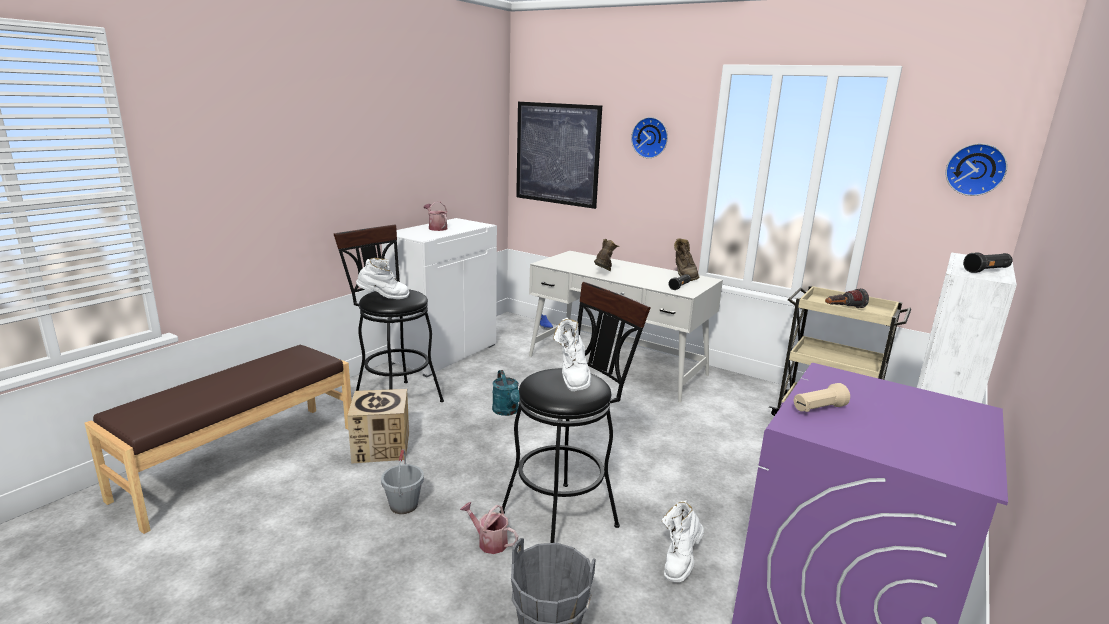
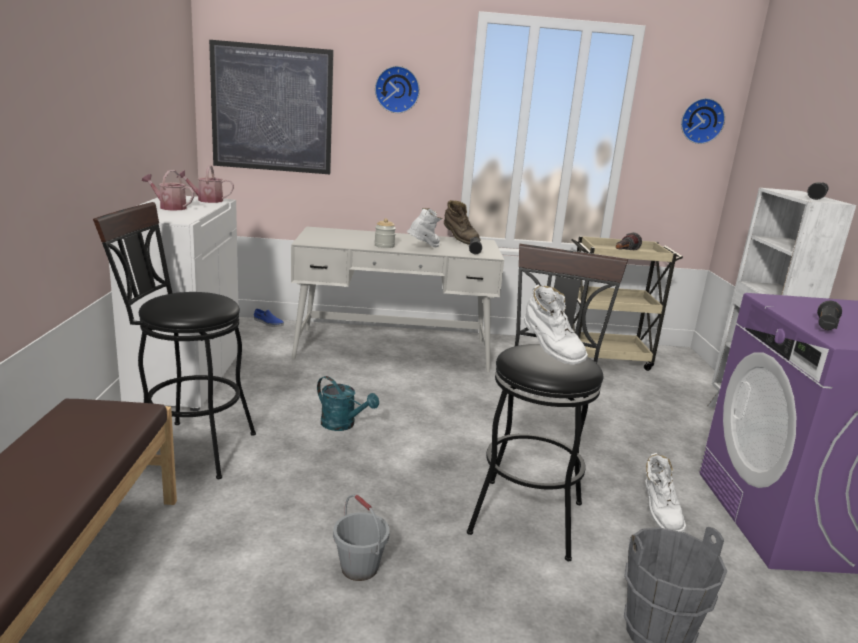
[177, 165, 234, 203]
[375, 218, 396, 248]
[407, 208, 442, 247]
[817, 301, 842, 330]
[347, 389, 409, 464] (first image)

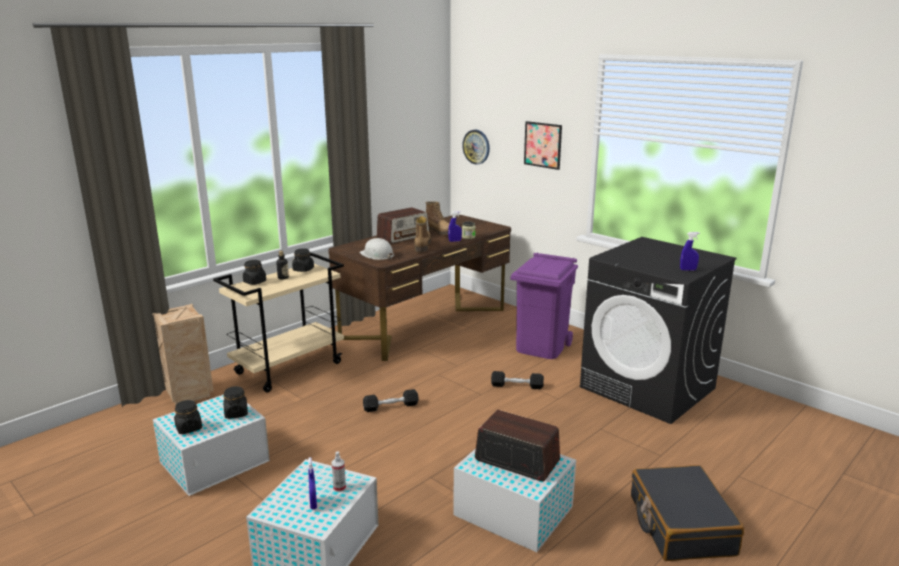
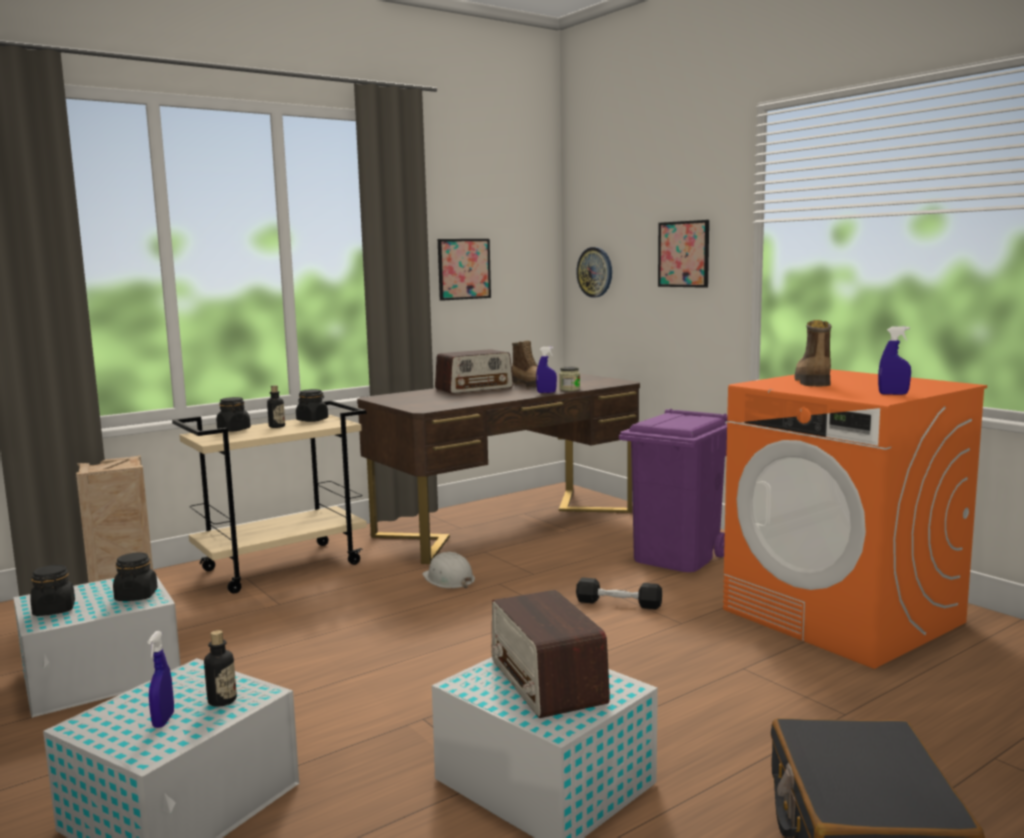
[204, 630, 237, 707]
[422, 552, 475, 588]
[438, 239, 491, 301]
[492, 590, 610, 718]
[723, 369, 987, 669]
[794, 320, 831, 386]
[363, 389, 419, 412] (first image)

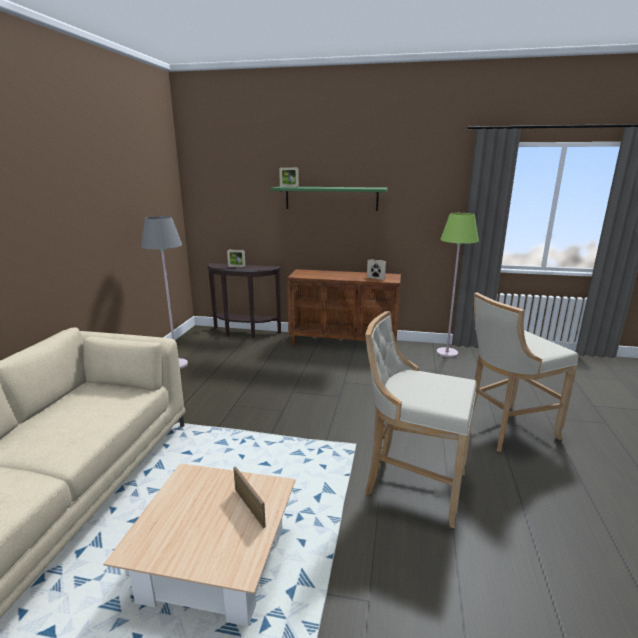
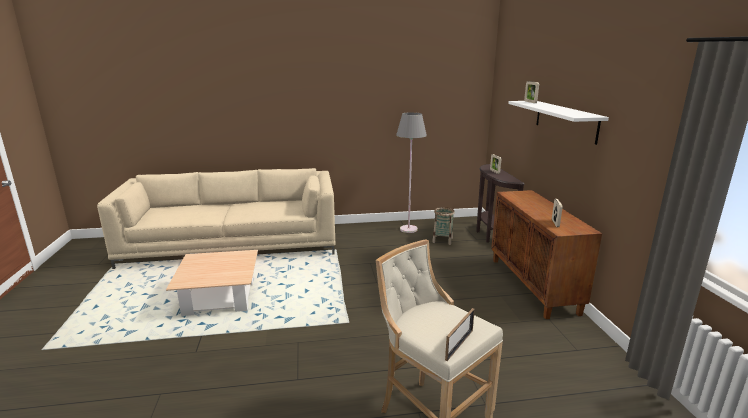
[432, 207, 455, 245]
[445, 308, 475, 361]
[508, 101, 609, 145]
[365, 311, 477, 529] (first image)
[436, 213, 479, 358] (first image)

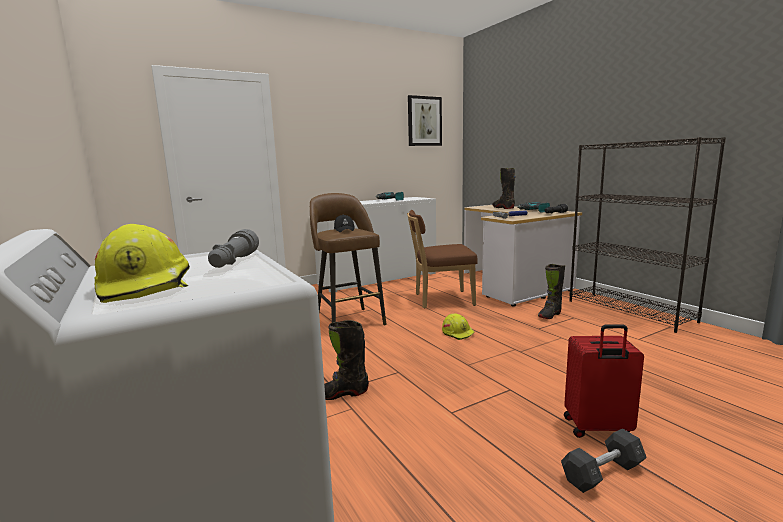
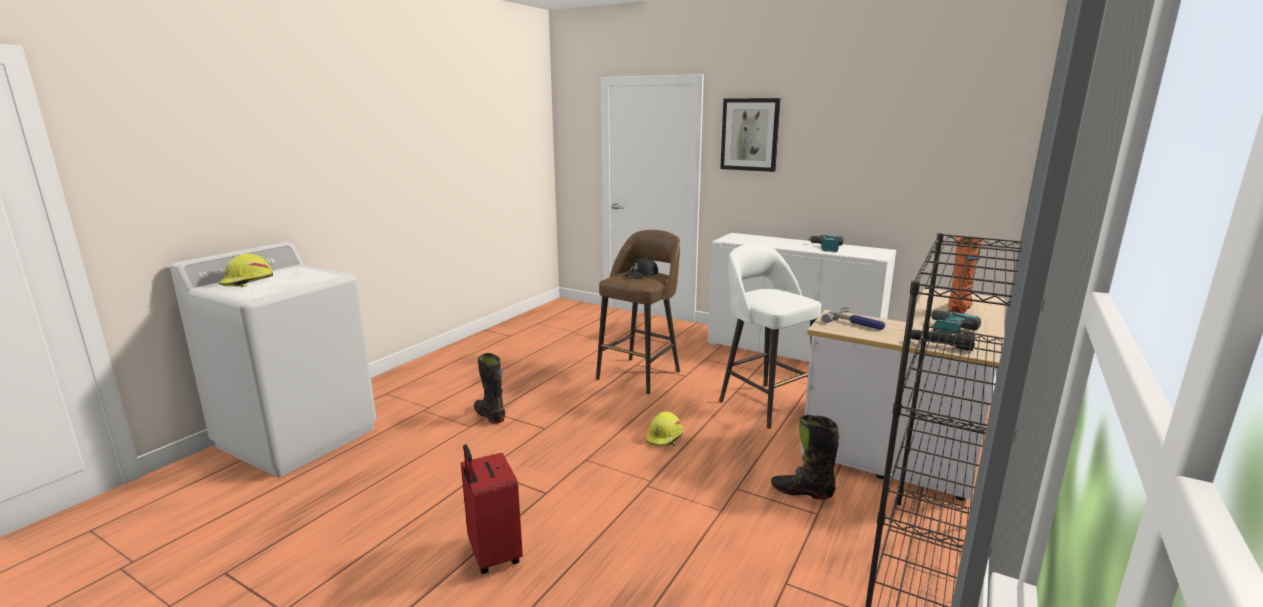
[719, 244, 821, 429]
[720, 98, 781, 172]
[948, 237, 982, 314]
[208, 229, 259, 268] (first image)
[561, 429, 647, 493] (first image)

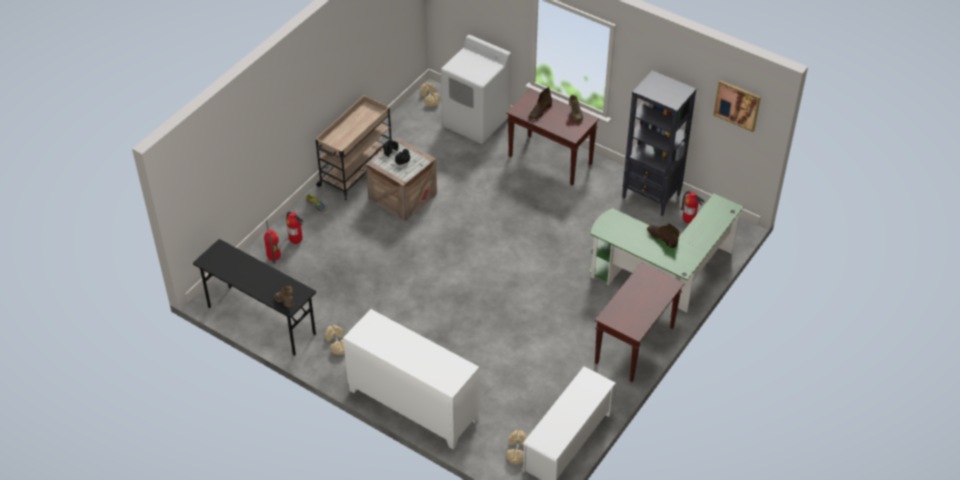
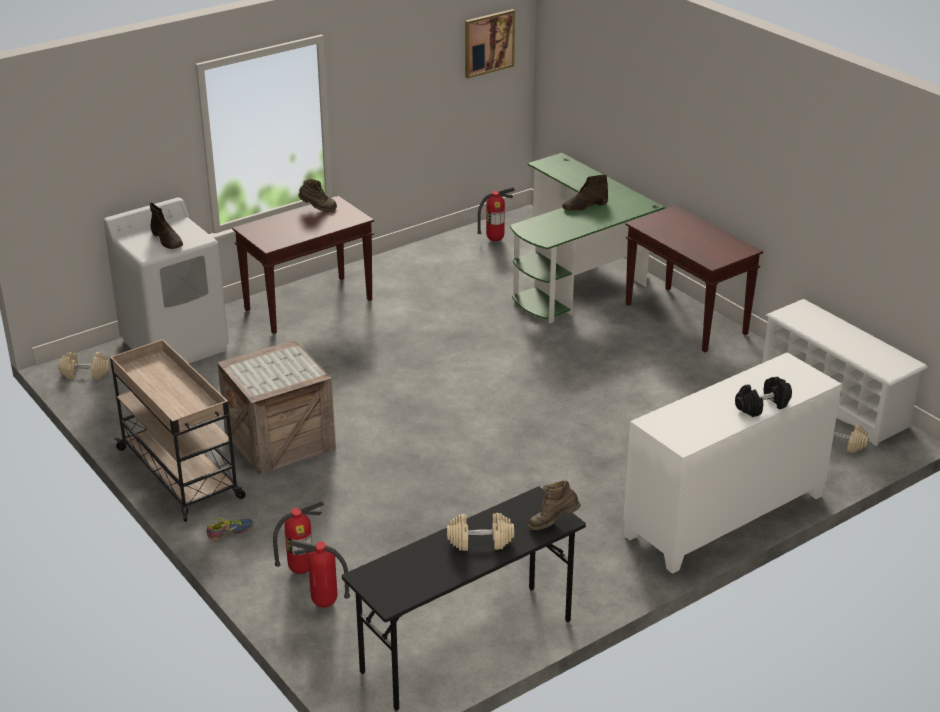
[149, 203, 183, 249]
[447, 513, 514, 551]
[735, 377, 792, 417]
[622, 70, 696, 216] (first image)

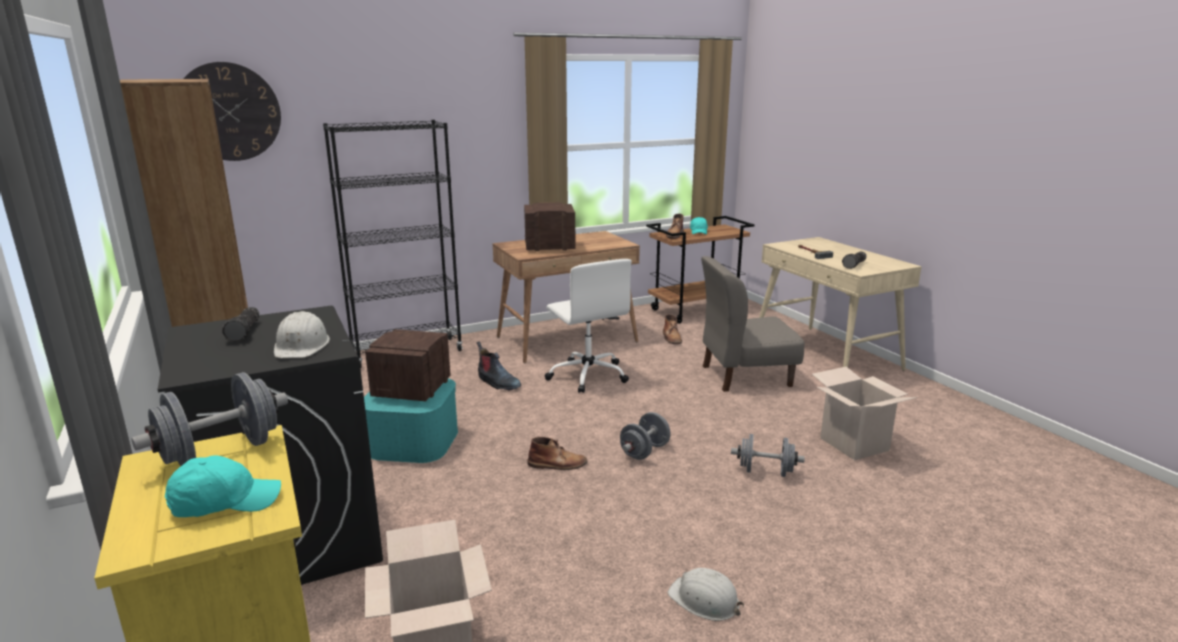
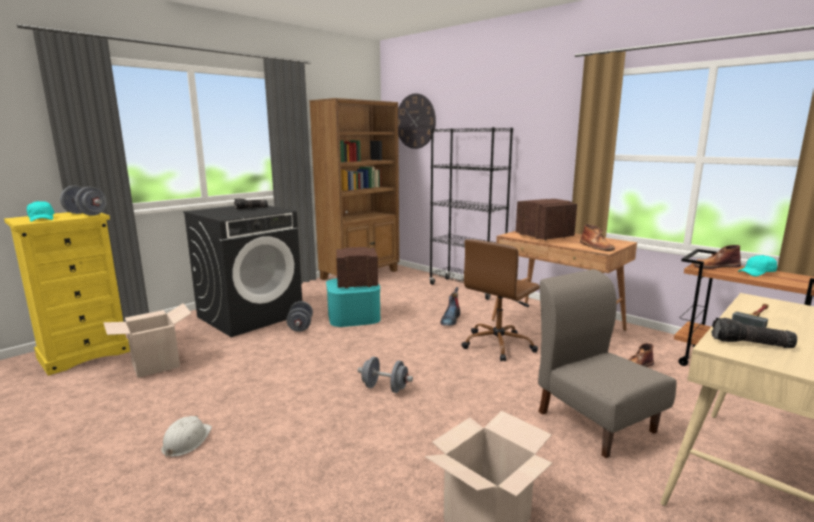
[286, 301, 313, 332]
[461, 239, 540, 362]
[580, 224, 615, 251]
[274, 311, 330, 358] (first image)

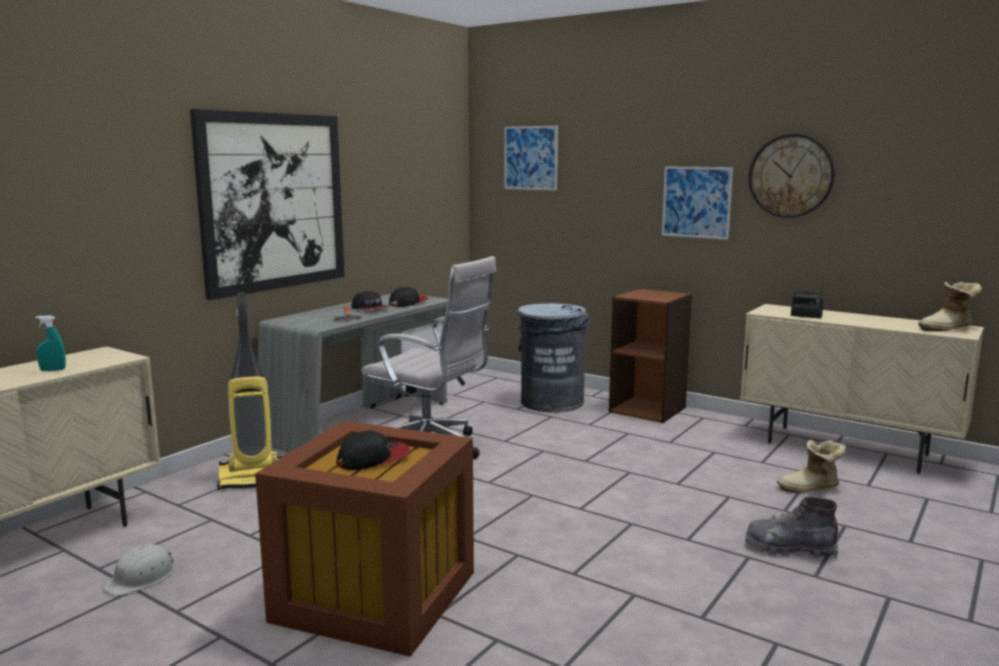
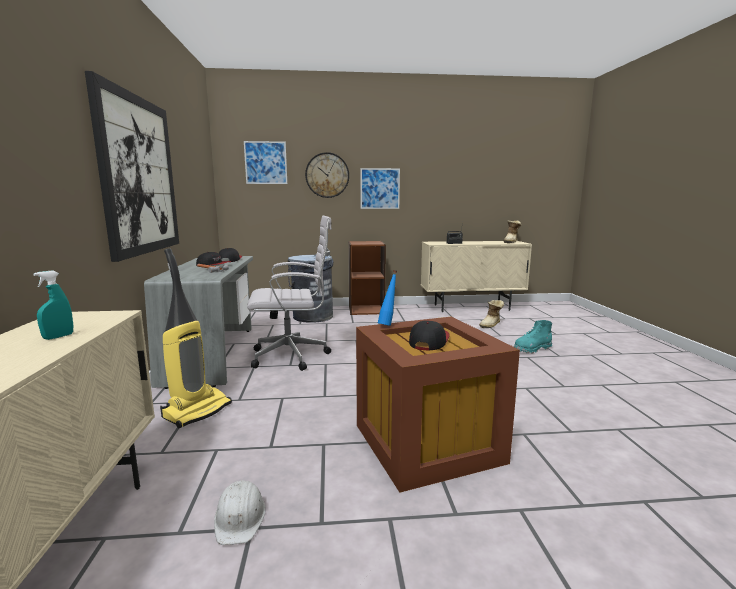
[305, 152, 349, 198]
[378, 270, 397, 326]
[514, 320, 552, 354]

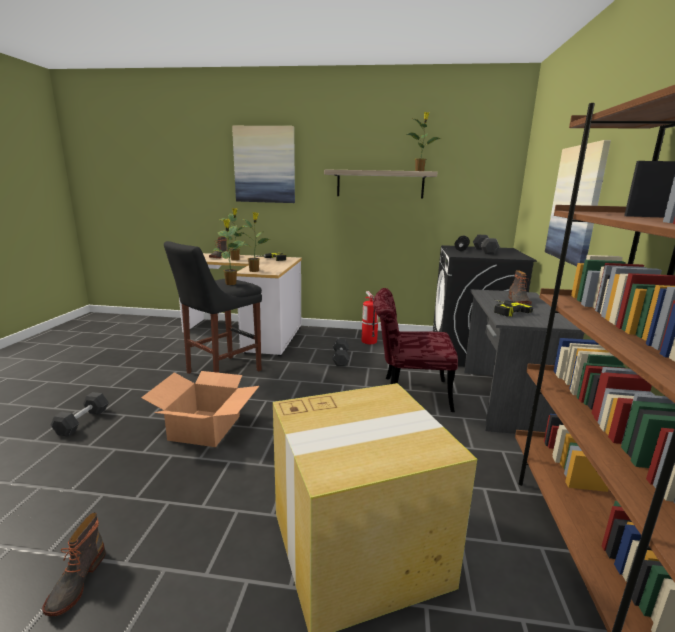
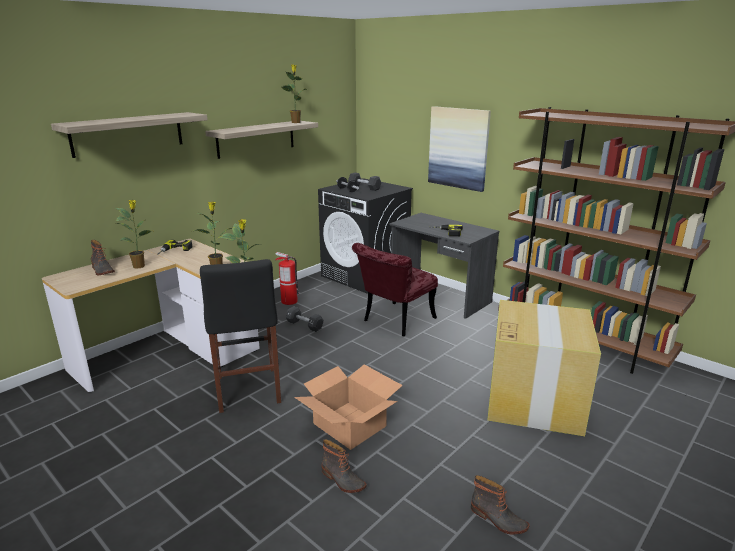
[51, 112, 208, 158]
[321, 439, 367, 493]
[51, 392, 109, 437] (first image)

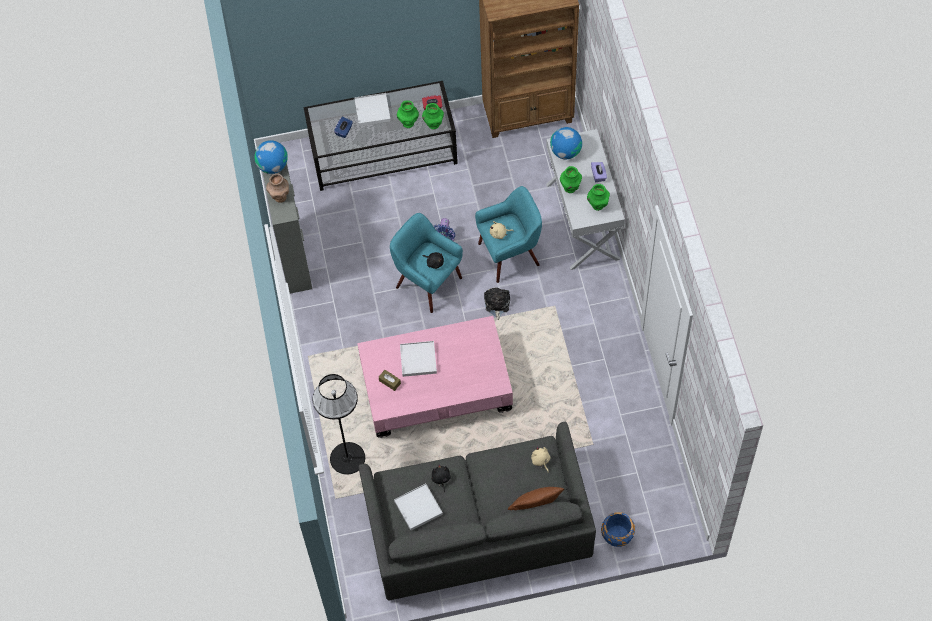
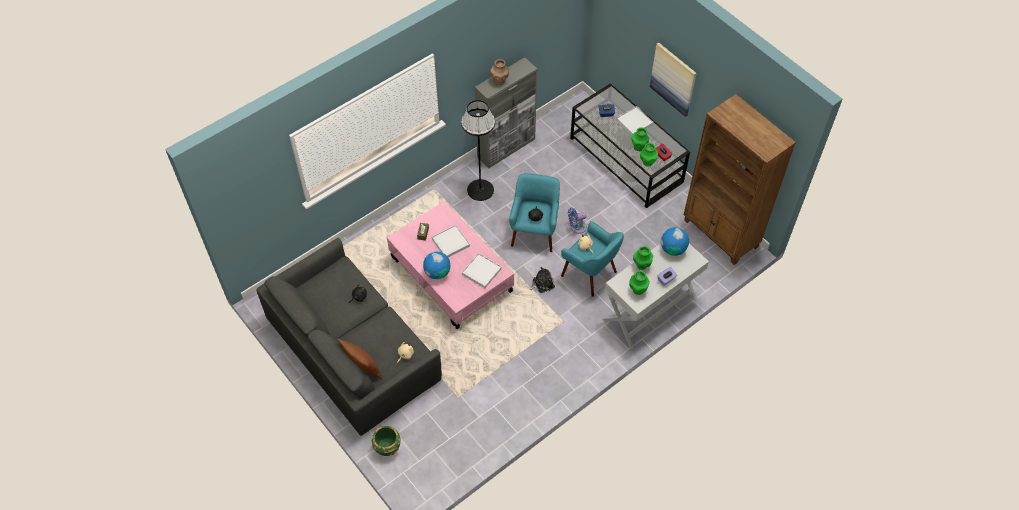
[372, 426, 400, 456]
[423, 252, 450, 279]
[461, 100, 495, 201]
[462, 253, 502, 288]
[650, 43, 696, 117]

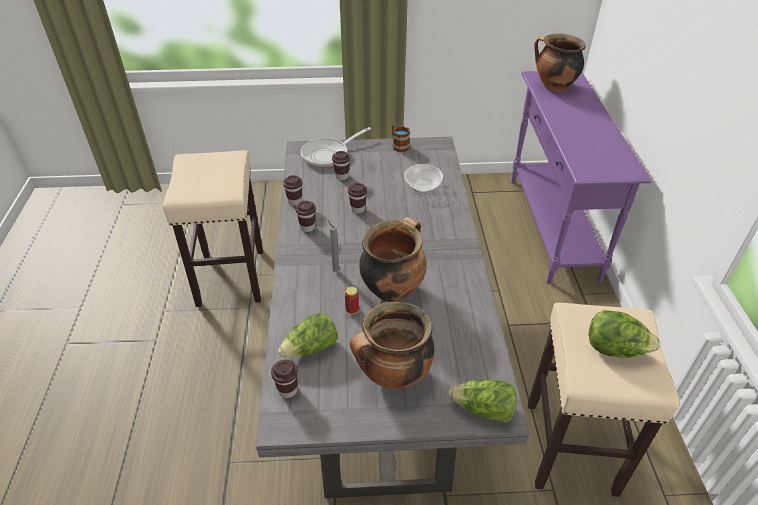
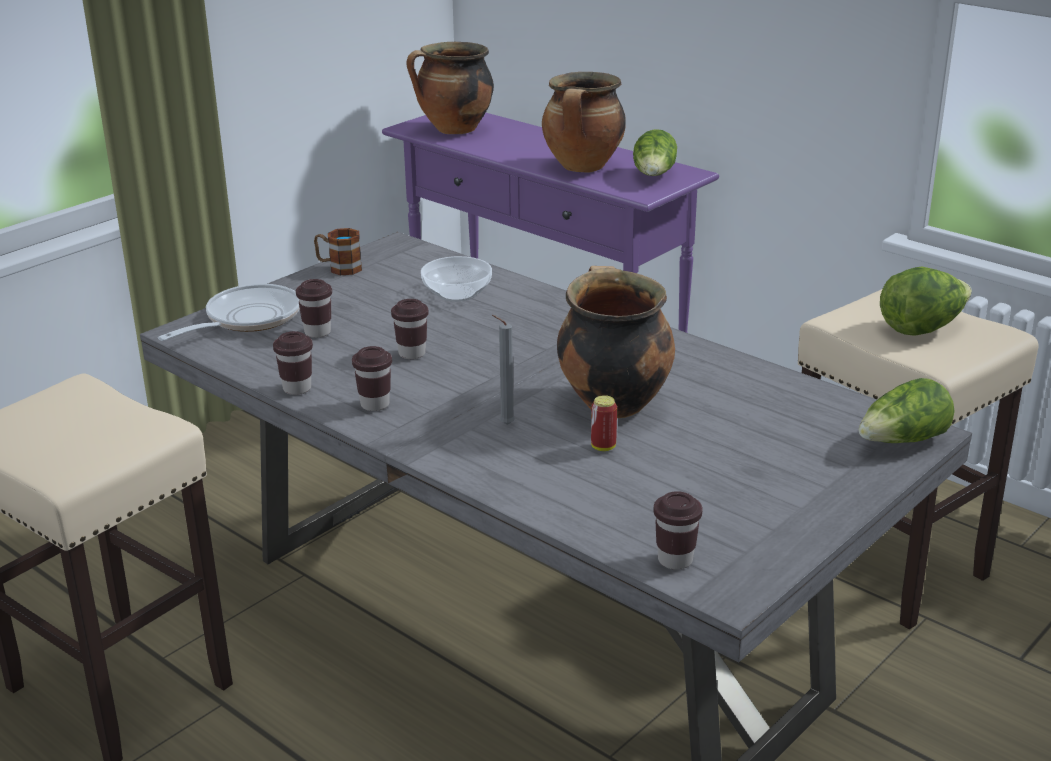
[158, 284, 300, 341]
[542, 72, 626, 173]
[633, 129, 677, 176]

